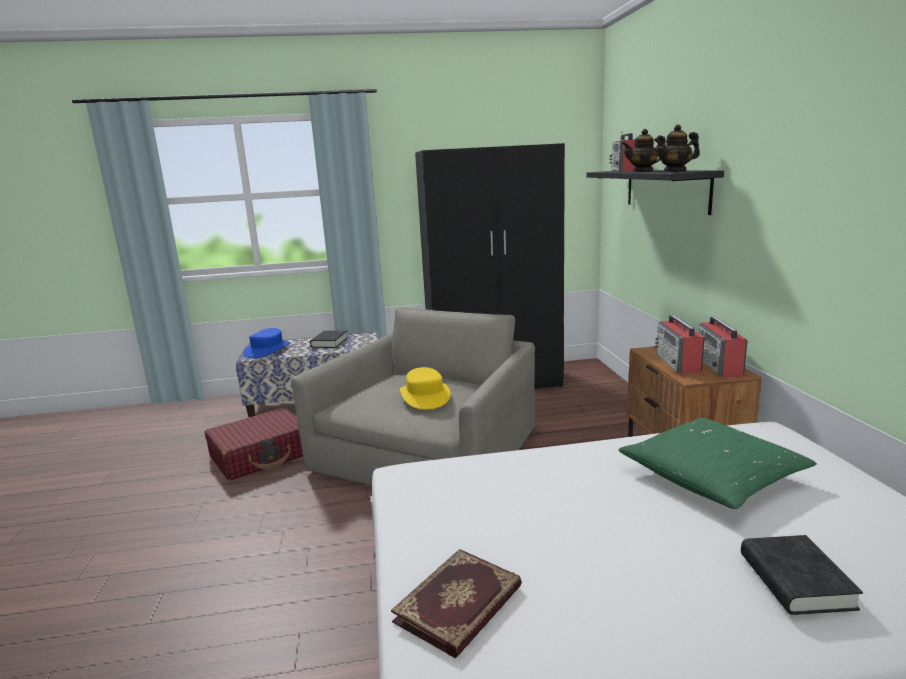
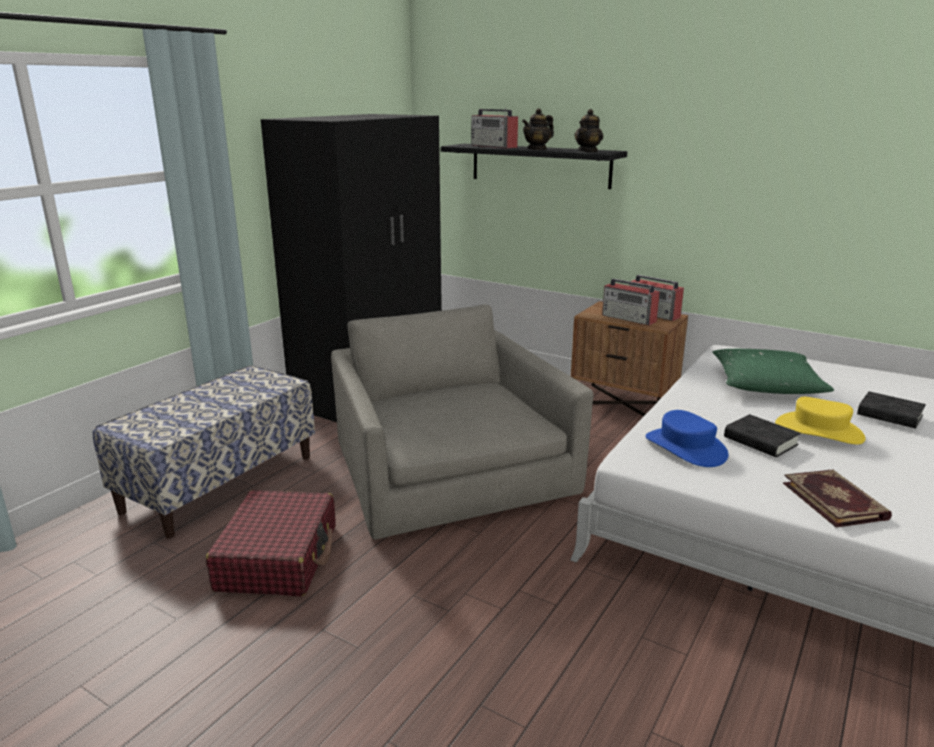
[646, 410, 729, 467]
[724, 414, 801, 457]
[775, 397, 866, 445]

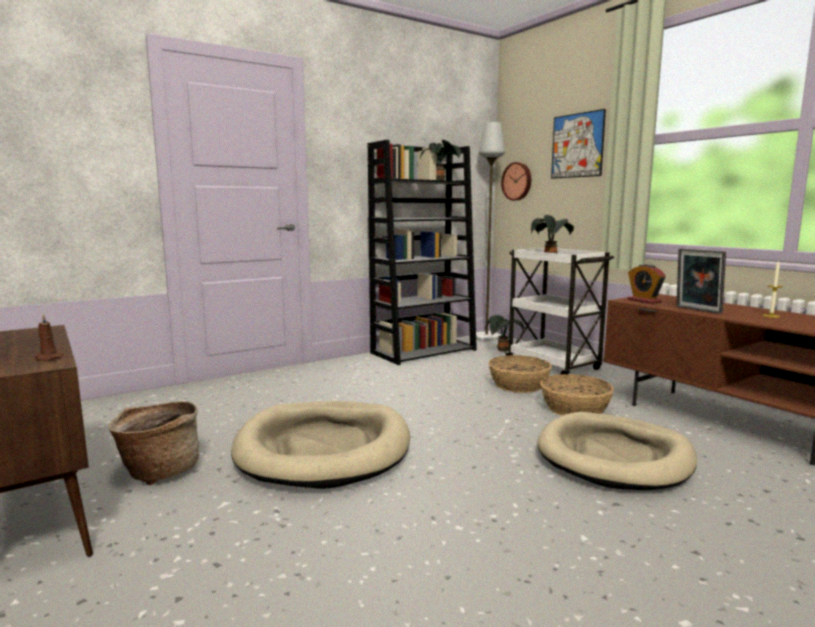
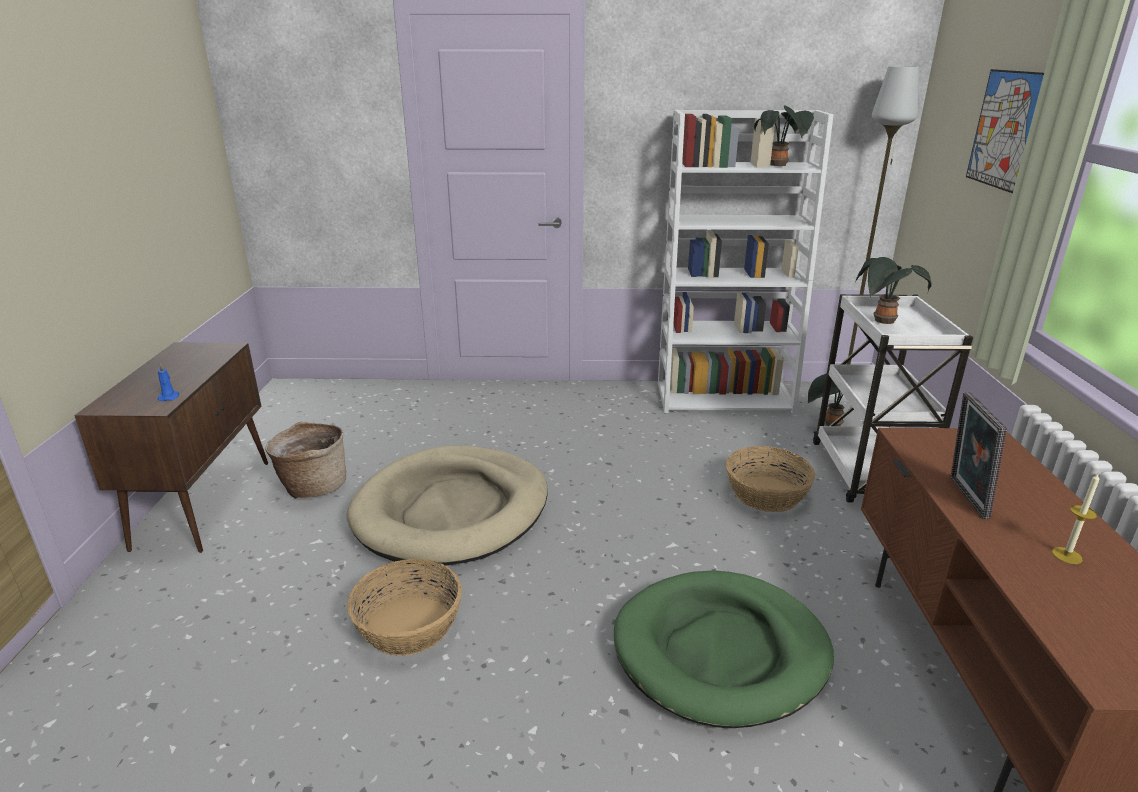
[158, 363, 179, 401]
[347, 559, 462, 656]
[614, 571, 834, 728]
[658, 110, 833, 414]
[501, 162, 531, 201] (first image)
[627, 264, 666, 304] (first image)

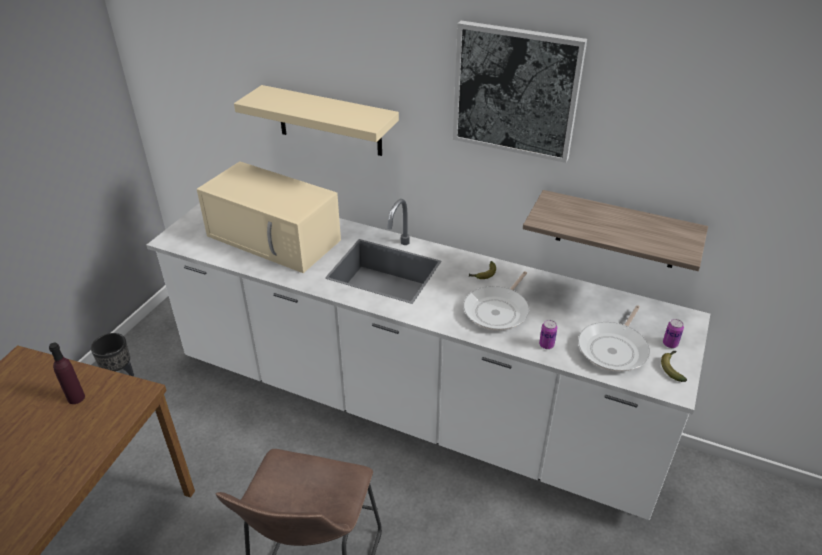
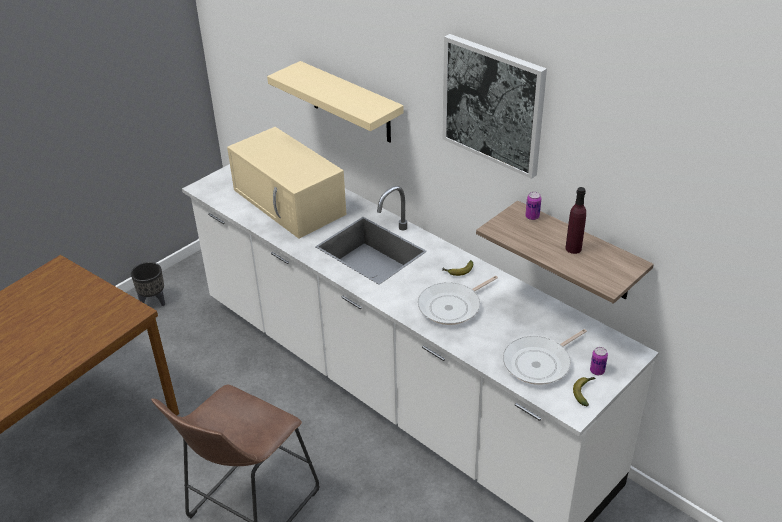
[525, 192, 541, 220]
[565, 187, 586, 254]

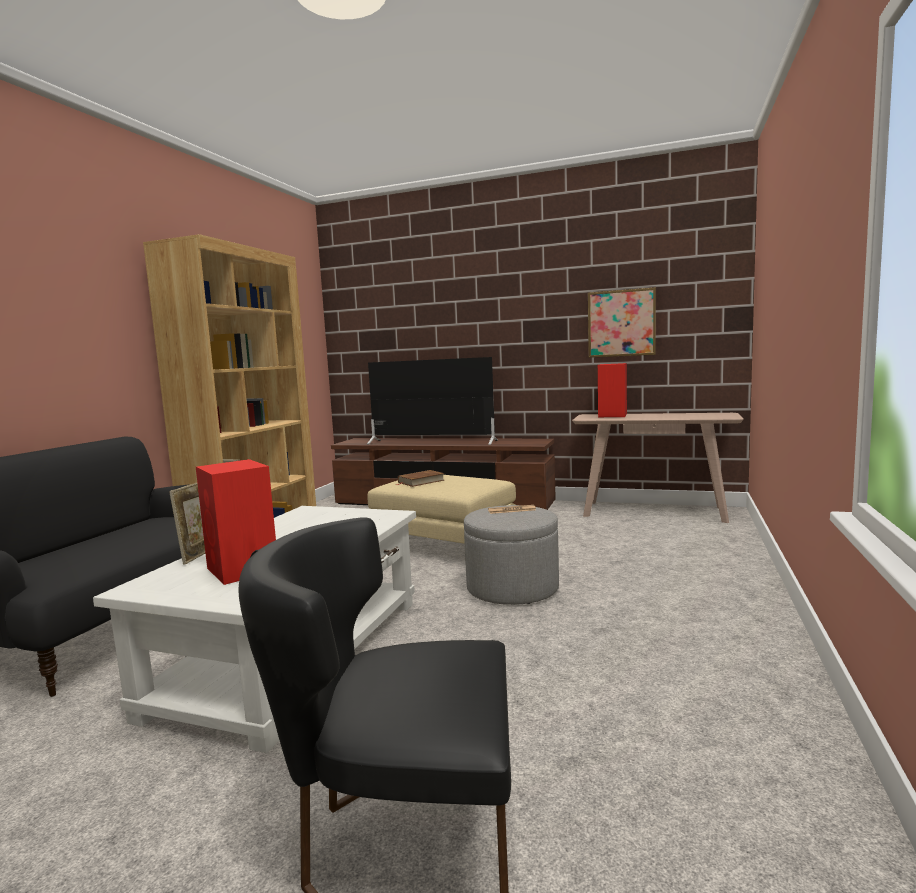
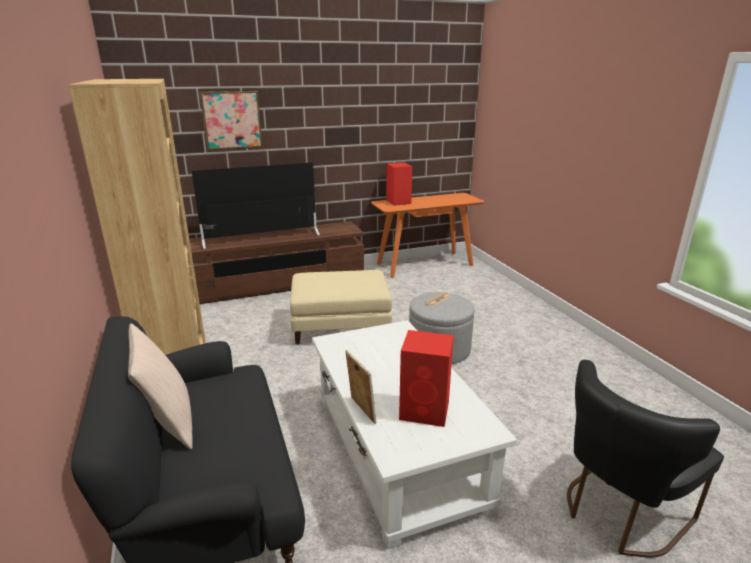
[128, 323, 193, 450]
[200, 91, 263, 150]
[371, 193, 484, 278]
[397, 470, 445, 487] (first image)

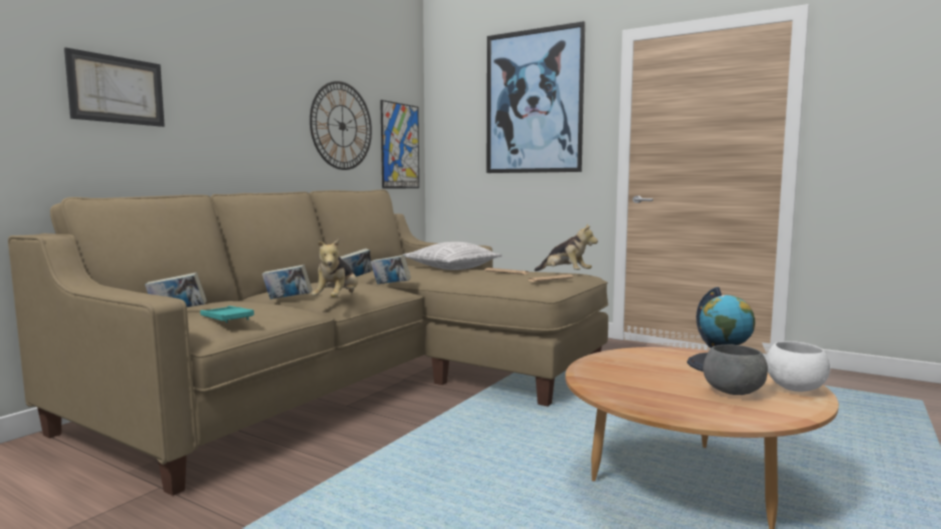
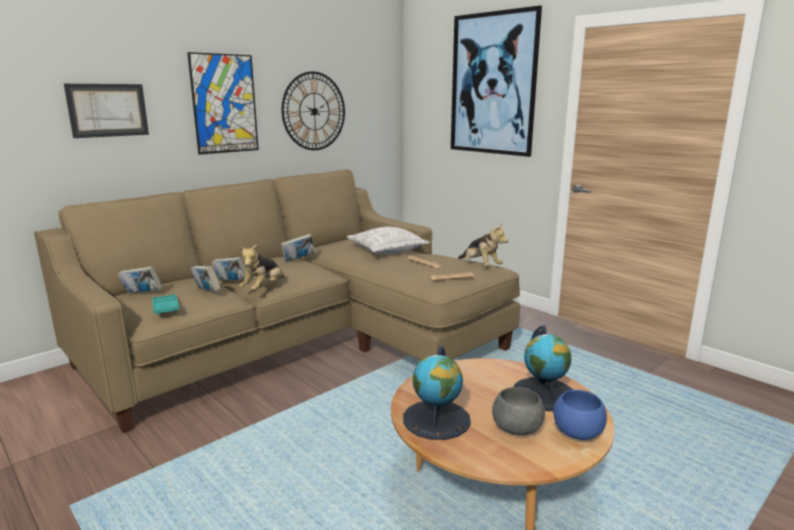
[187, 52, 259, 155]
[190, 265, 221, 291]
[403, 345, 471, 440]
[553, 390, 607, 440]

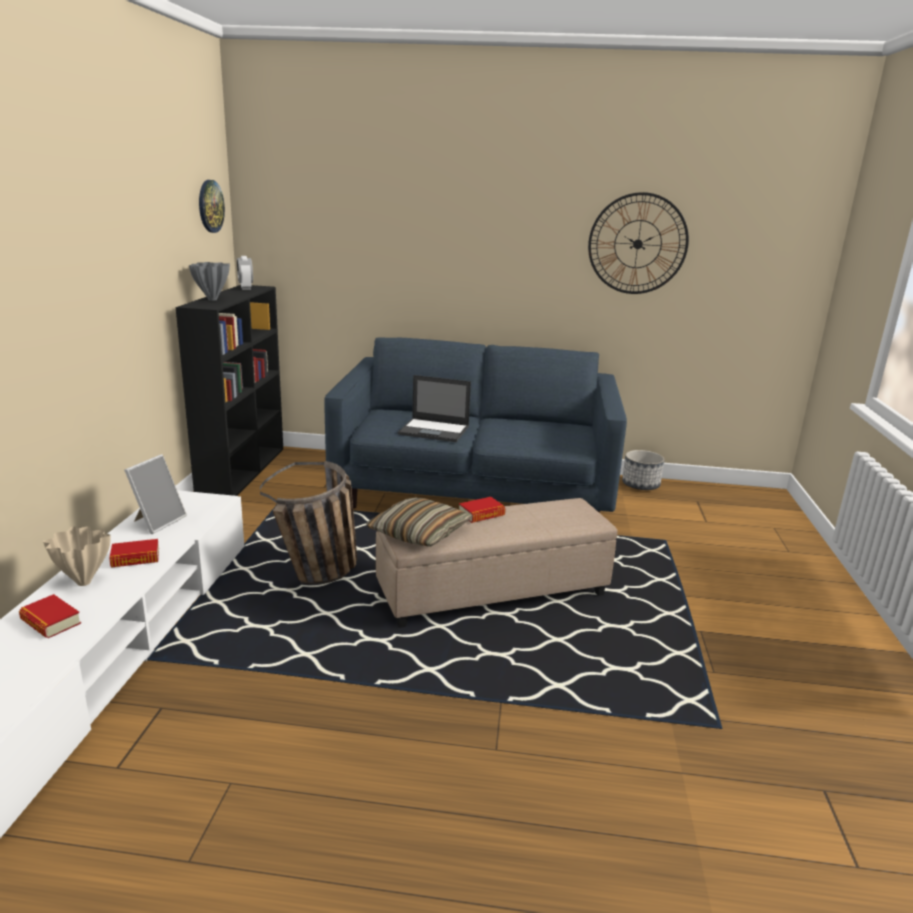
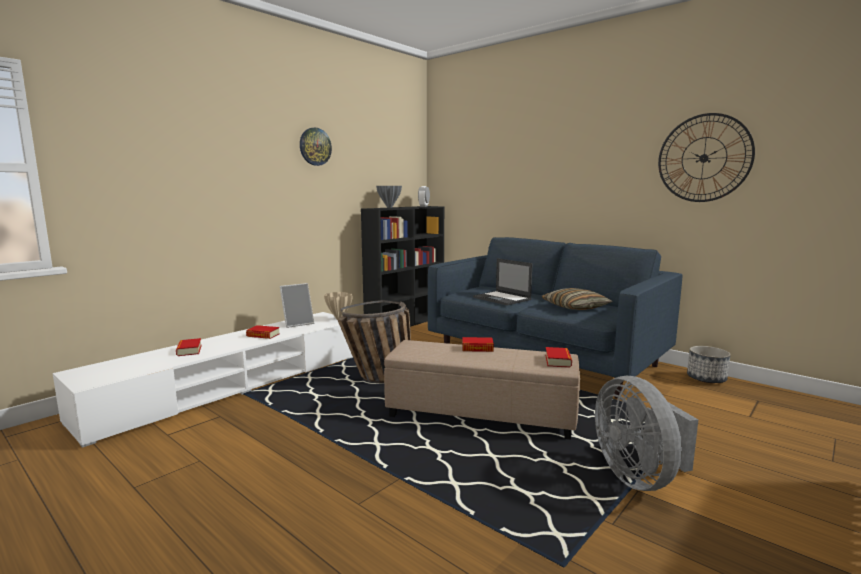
[300, 127, 332, 166]
[324, 292, 353, 320]
[542, 288, 613, 310]
[545, 347, 572, 368]
[595, 376, 698, 491]

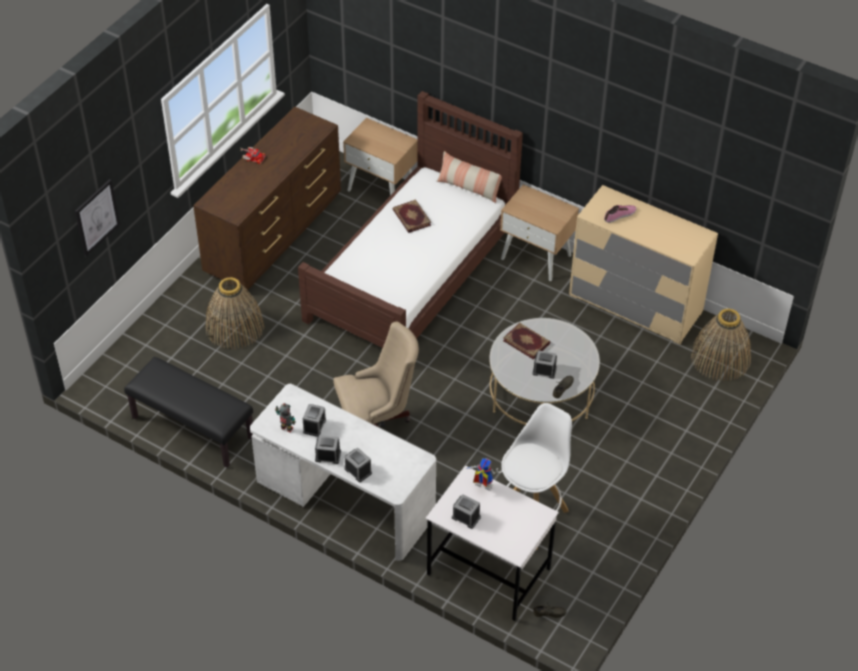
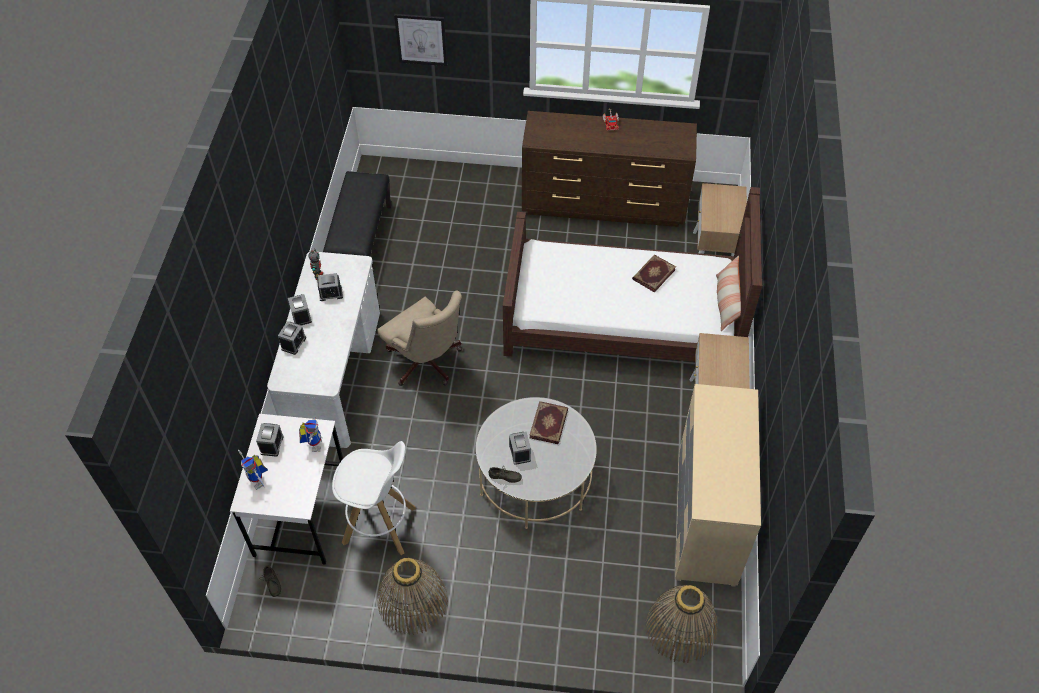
[238, 450, 268, 490]
[377, 558, 448, 635]
[604, 205, 636, 223] (first image)

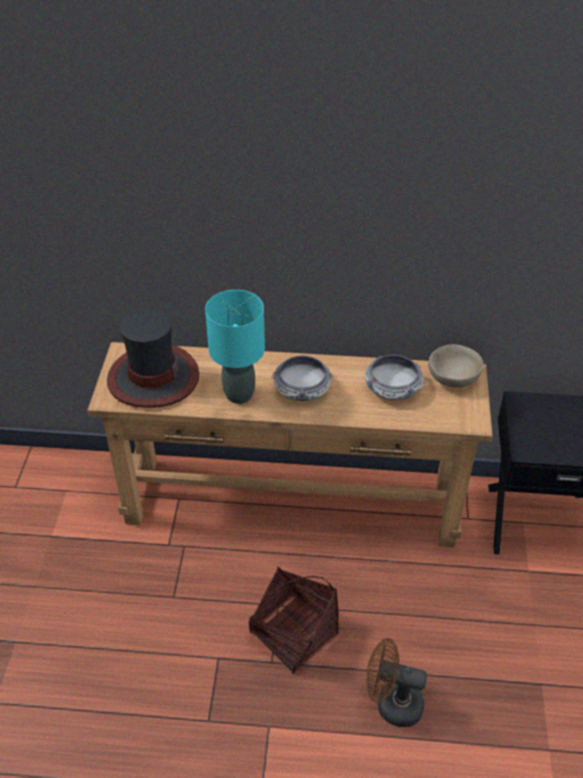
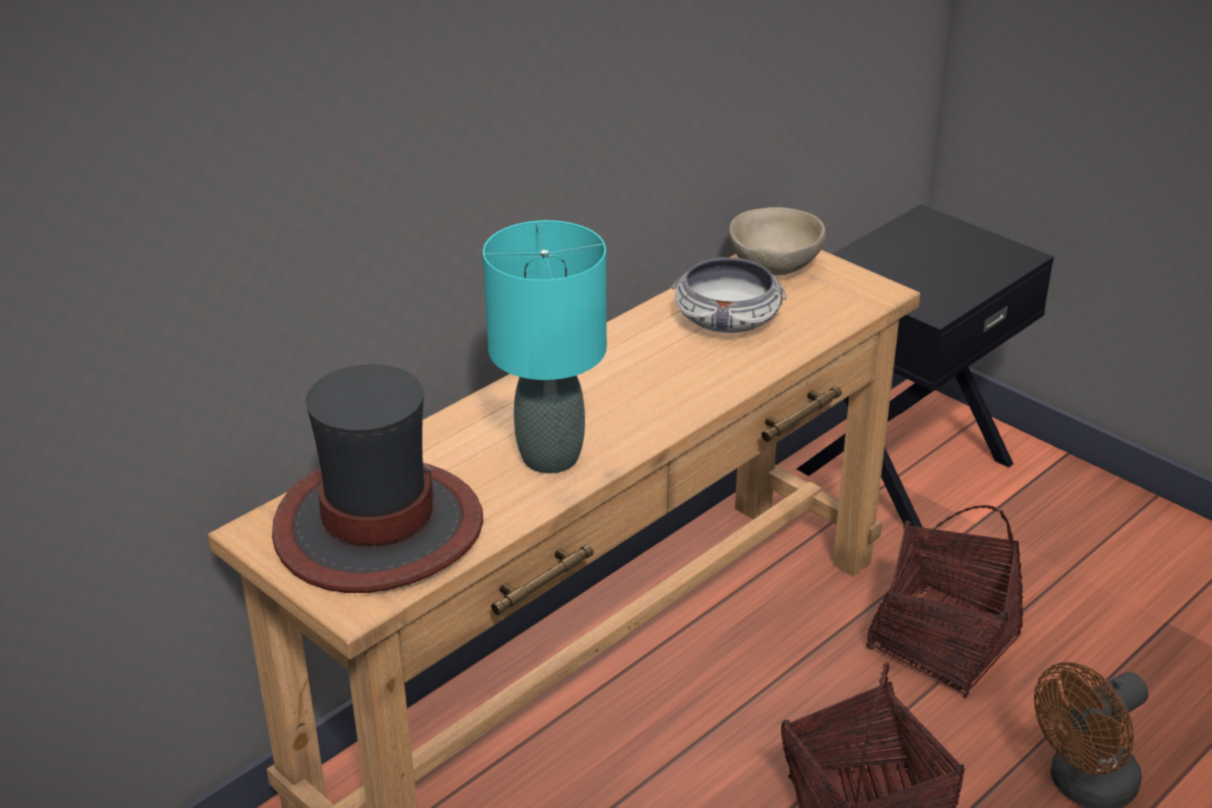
[866, 505, 1024, 698]
[272, 355, 333, 401] (first image)

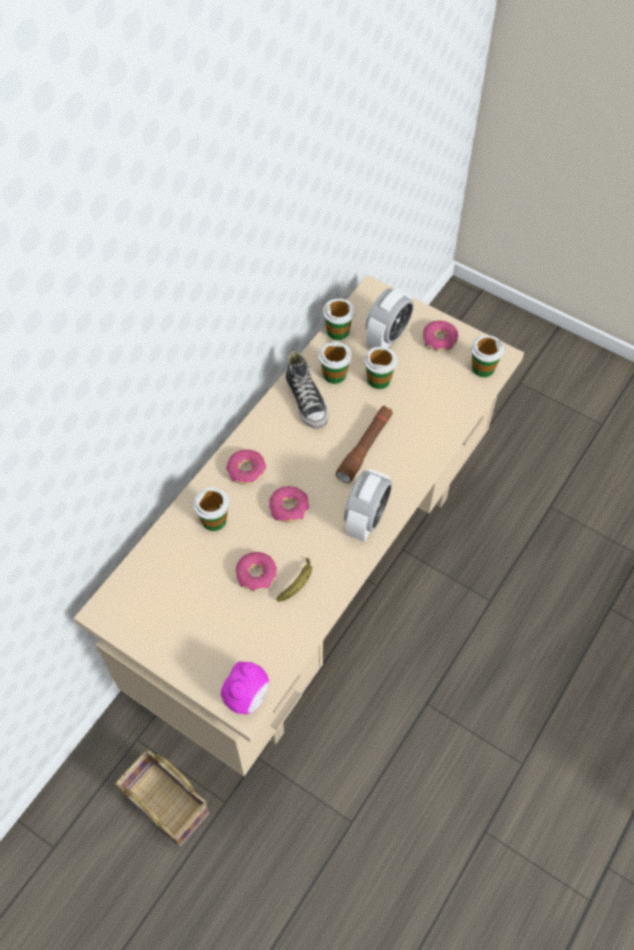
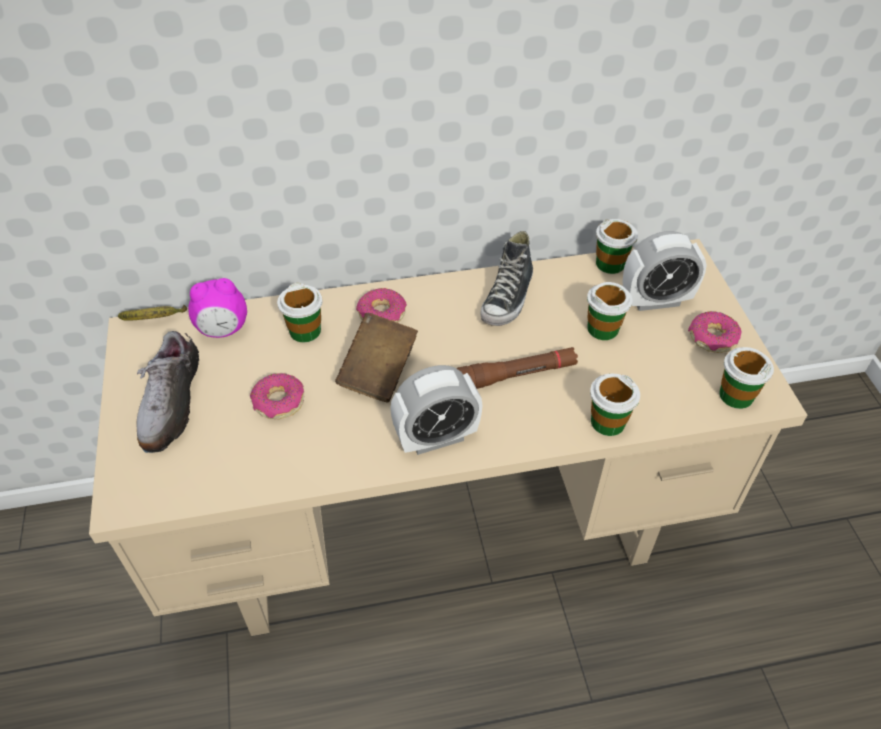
[118, 305, 187, 321]
[137, 331, 199, 453]
[188, 278, 247, 338]
[335, 313, 418, 403]
[590, 374, 640, 436]
[115, 749, 209, 847] (first image)

